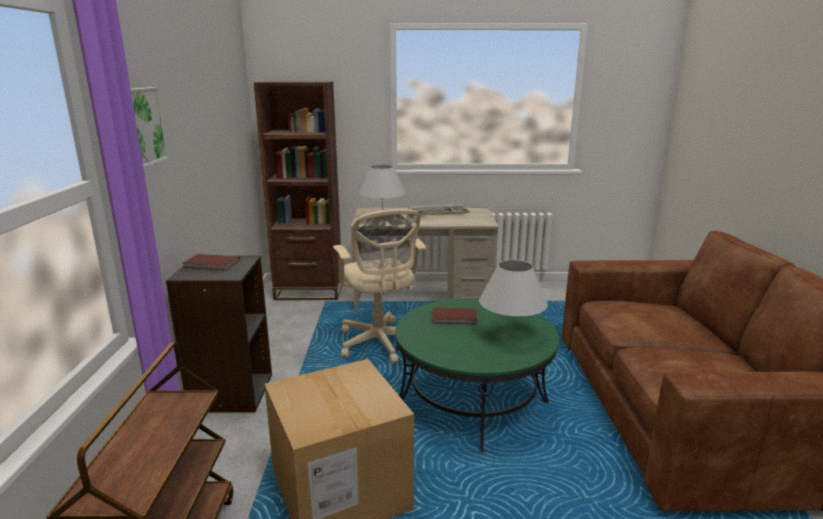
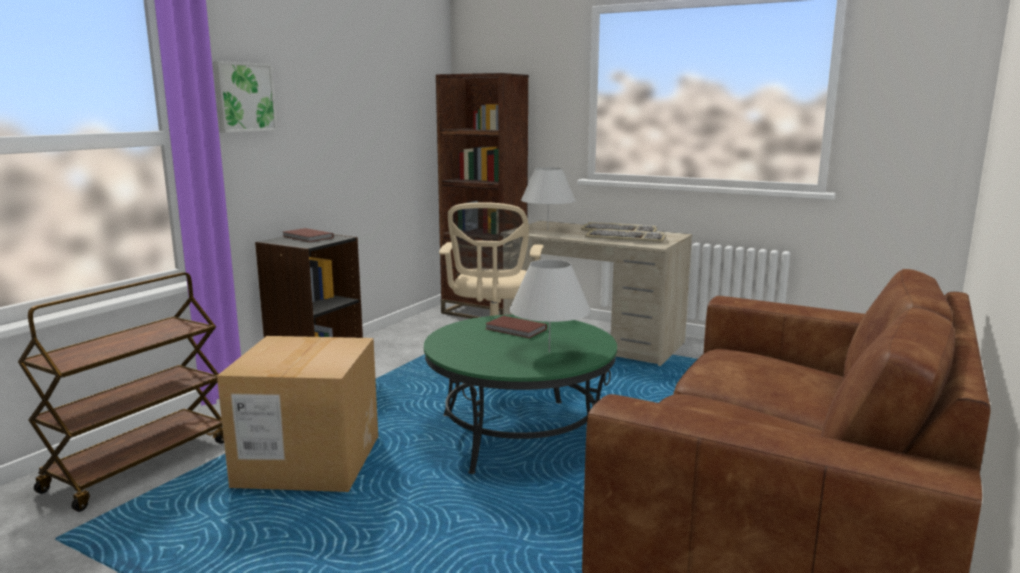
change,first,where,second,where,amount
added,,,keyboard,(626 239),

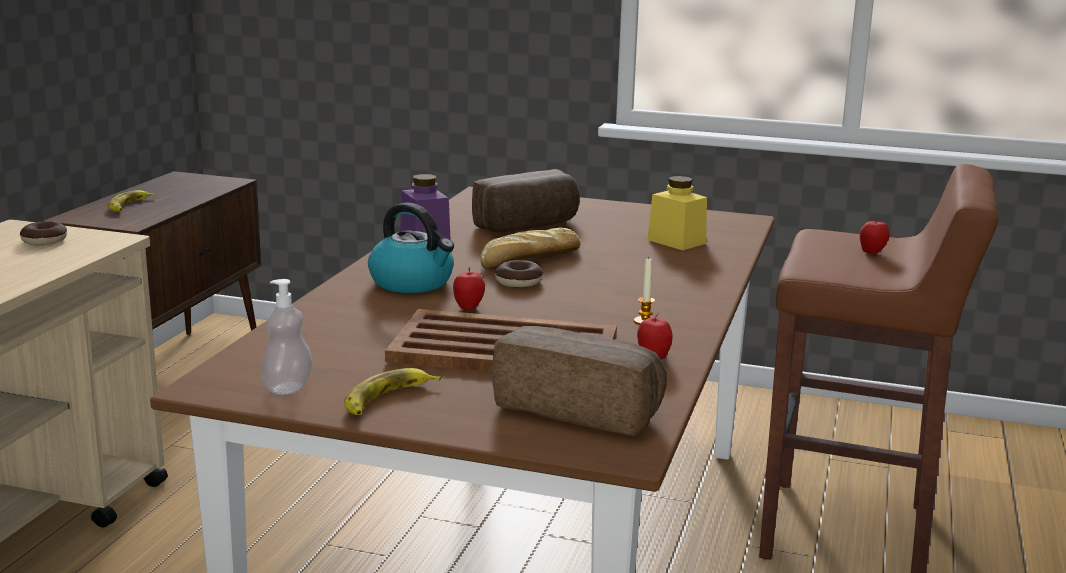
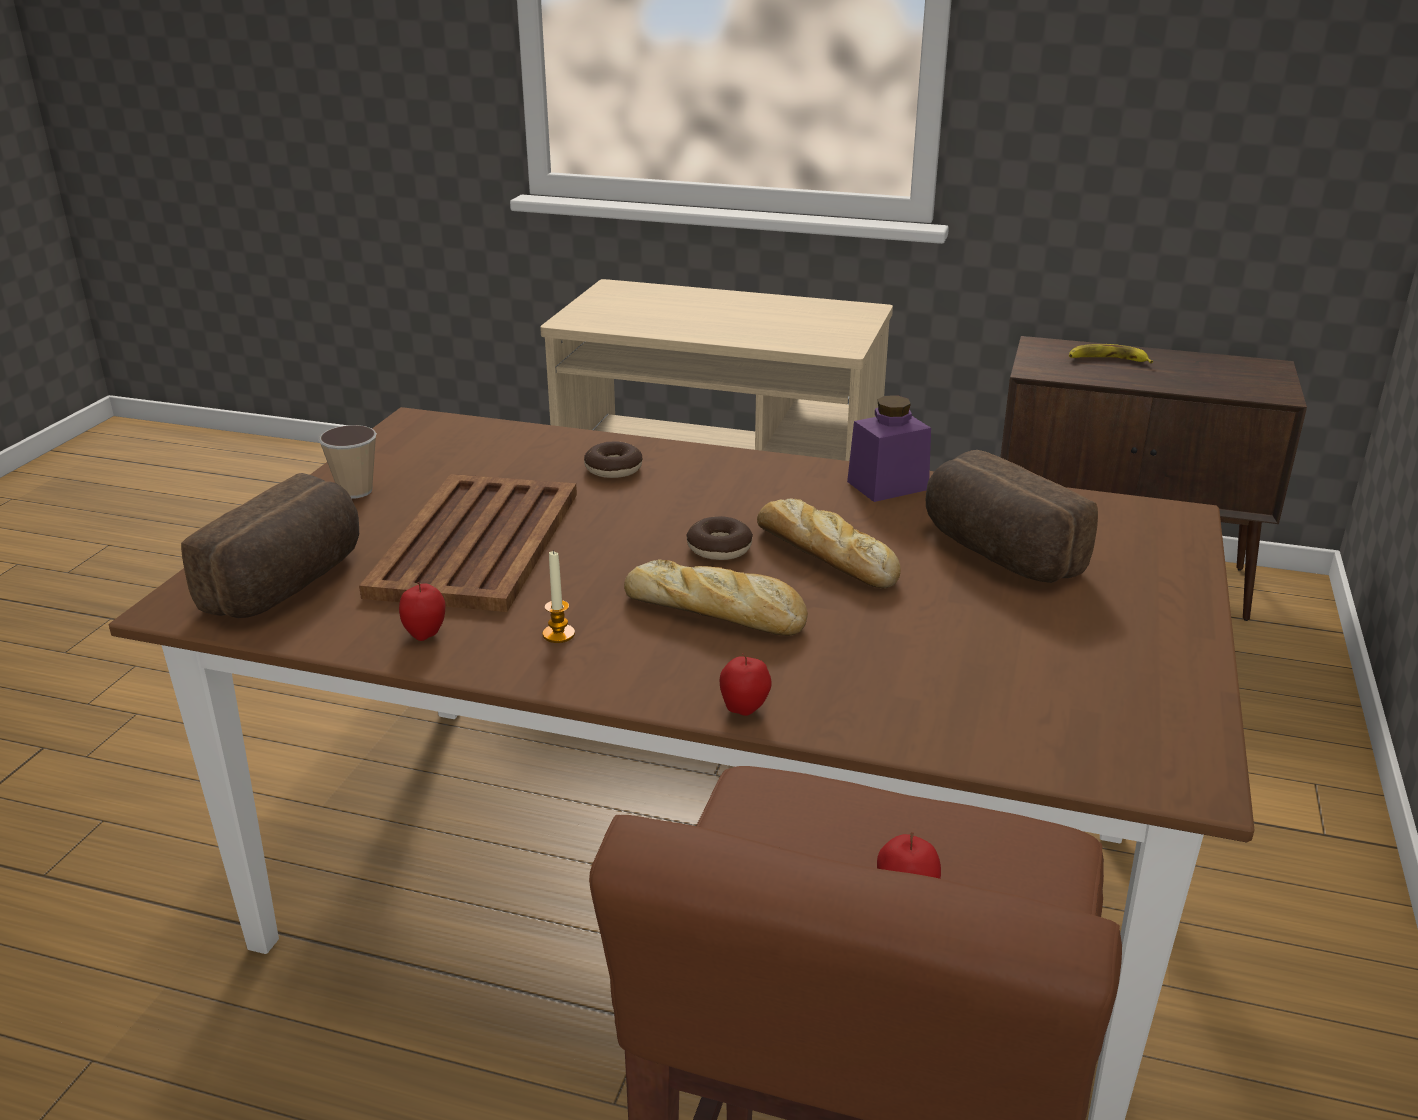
change,first,where,second,where,amount
replaced,banana,(386 399),cup,(355 491),
moved,donut,(44 240),,(613 469),
added,,,bread,(718 612),
moved,apple,(468 307),,(744 710),
removed,soap dispenser,(288 387),,,
removed,kettle,(413 282),,,
removed,yellow jar,(676 241),,,

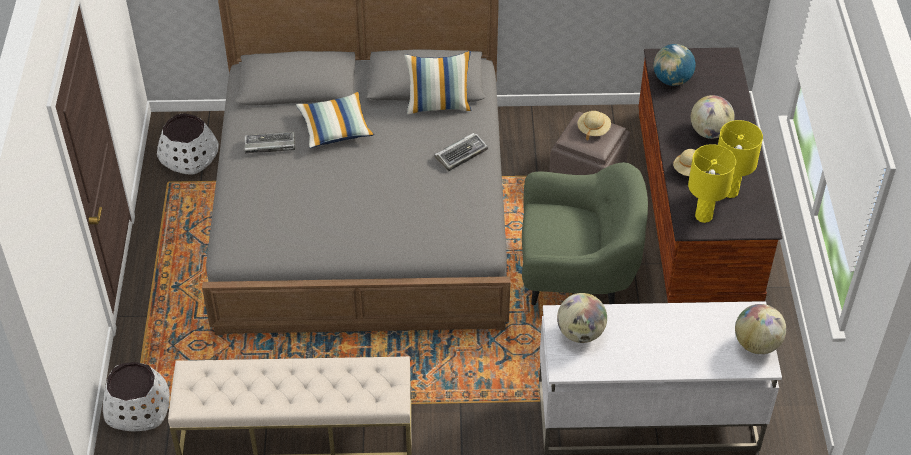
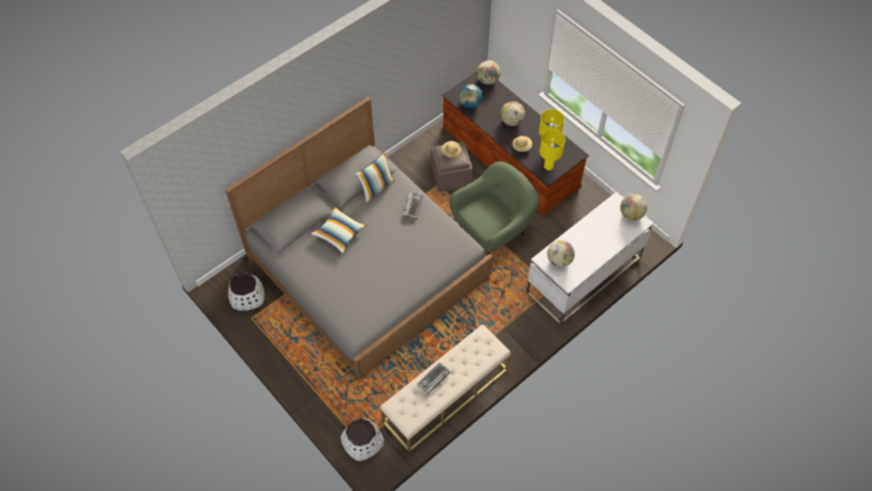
change,first,where,second,where,amount
moved,keyboard,(269 145),,(433 379),
added,,,globe,(487 80),

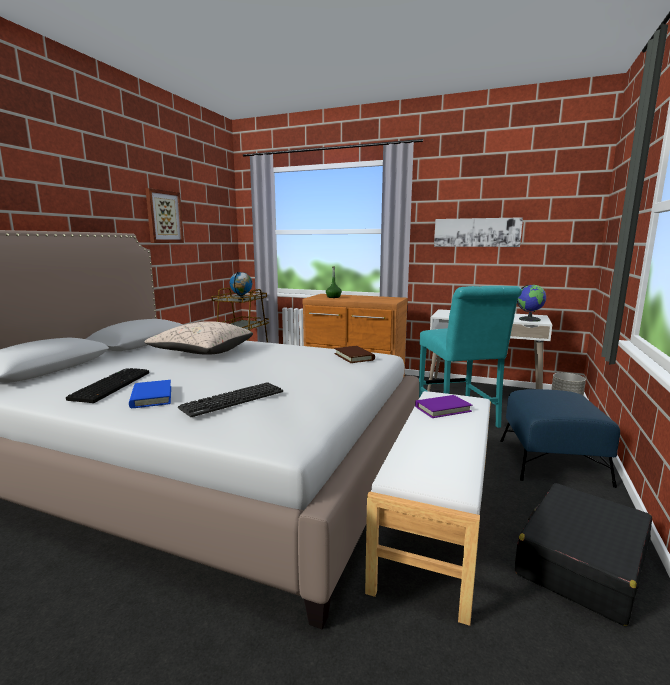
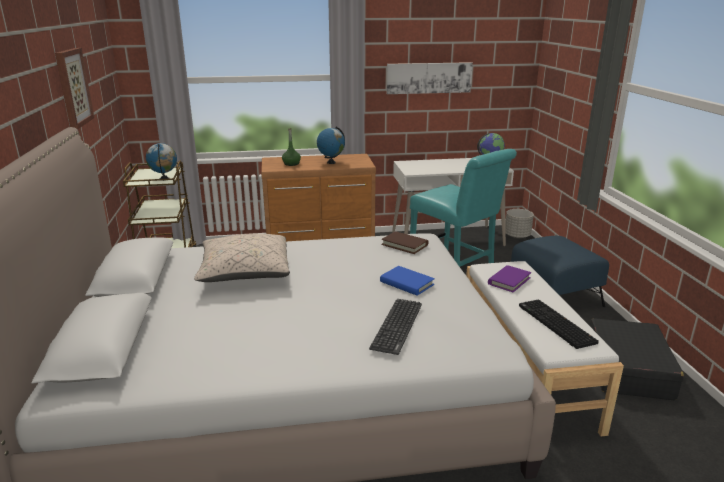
change,first,where,second,where,amount
added,,,globe,(331 162),
moved,blue book,(151 397),,(406 283),
moved,keyboard,(111 385),,(554 324),

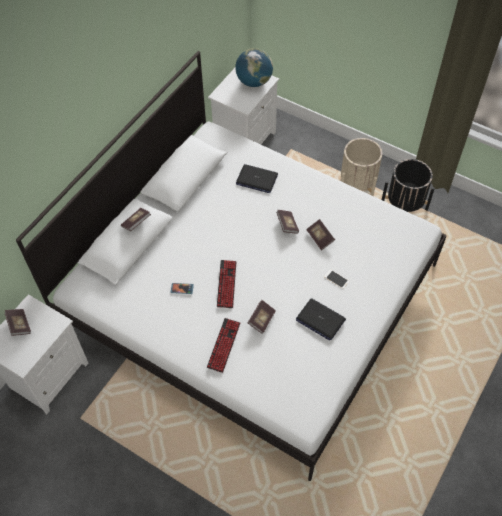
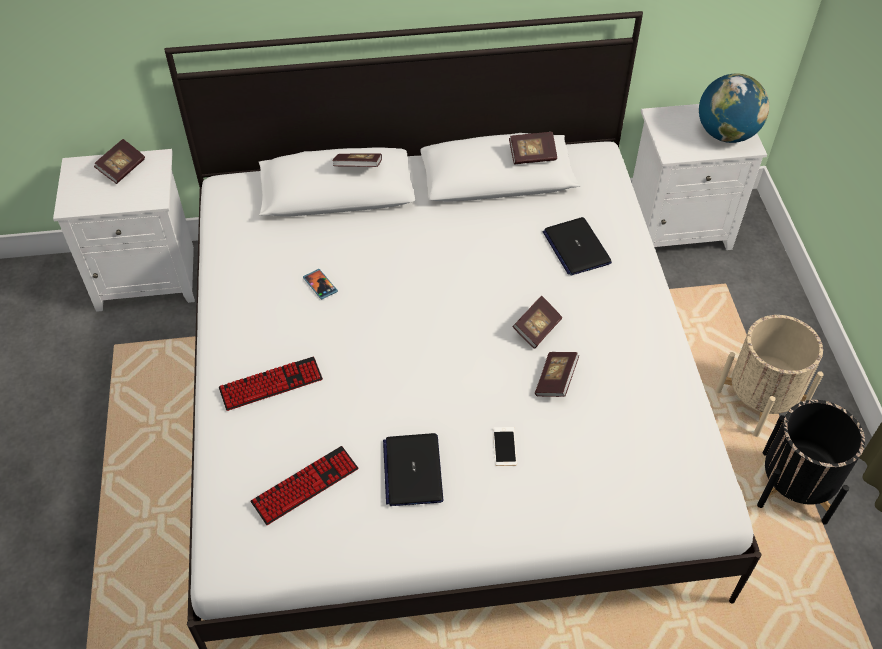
change,first,where,second,where,amount
moved,keyboard,(226 284),,(305 486),
moved,book,(261 320),,(532 156),

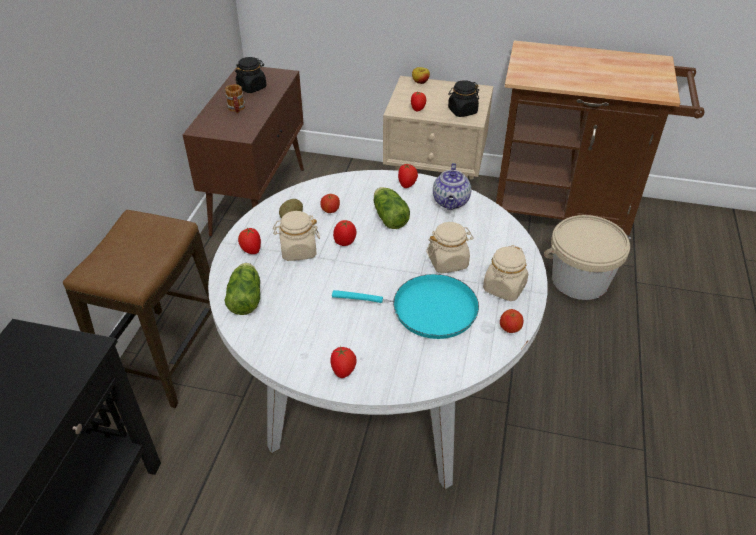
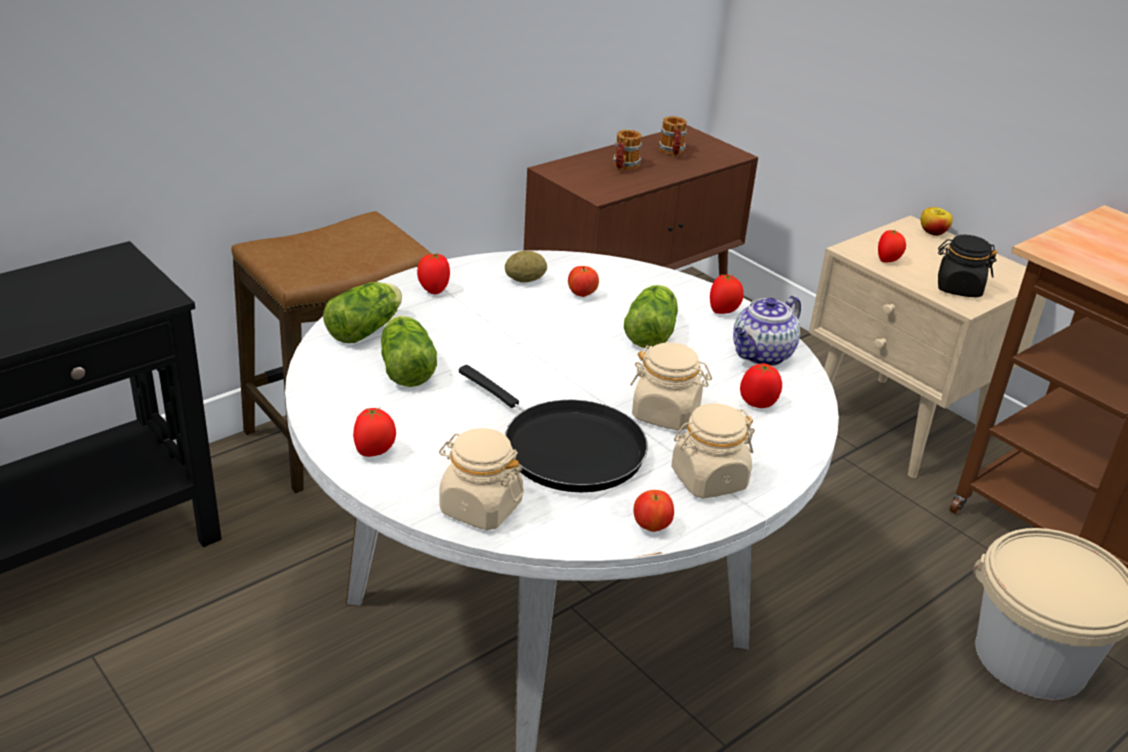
change,first,where,second,where,amount
added,,,lettuce,(406 367),
moved,beige jar,(298 250),,(480 507),
recoloured,turquoise frying pan,(427 310),black frying pan,(565 448),
replaced,black jar,(252 87),mug,(672 152),
moved,tomato,(345 242),,(758 403),

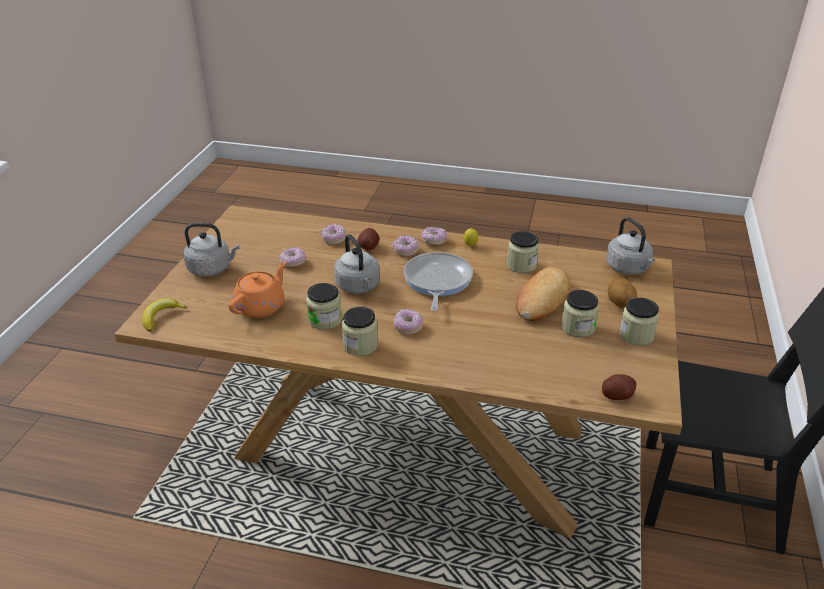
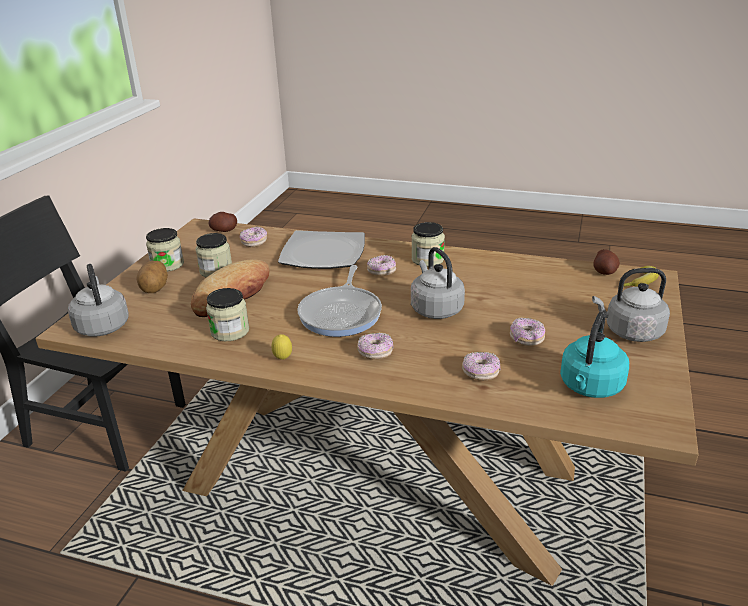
change,first,where,second,where,amount
moved,donut,(434 241),,(254 242),
added,,,plate,(322 253),
added,,,turquoise kettle,(590 387),
moved,potato,(368 246),,(604 271),
removed,orange teapot,(261 306),,,
removed,jar,(325 320),,,

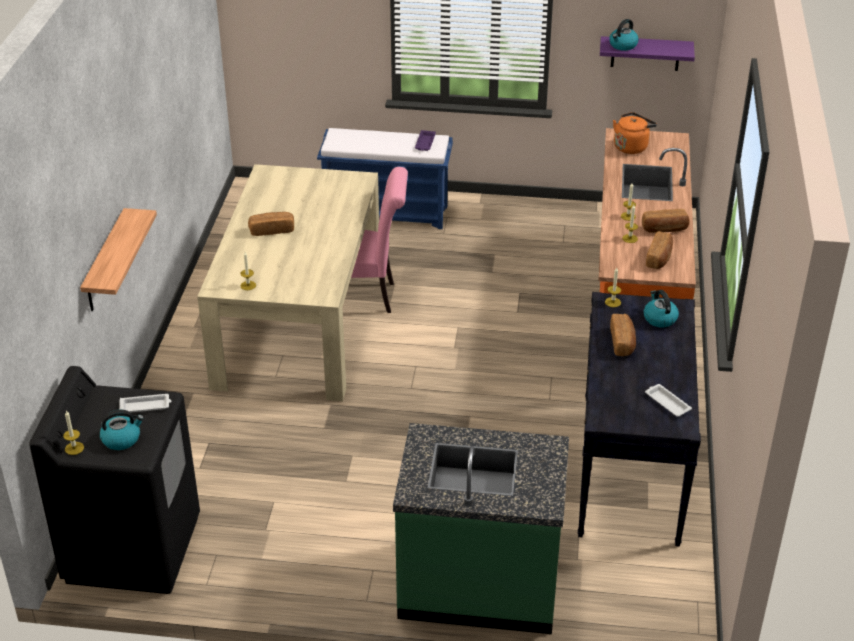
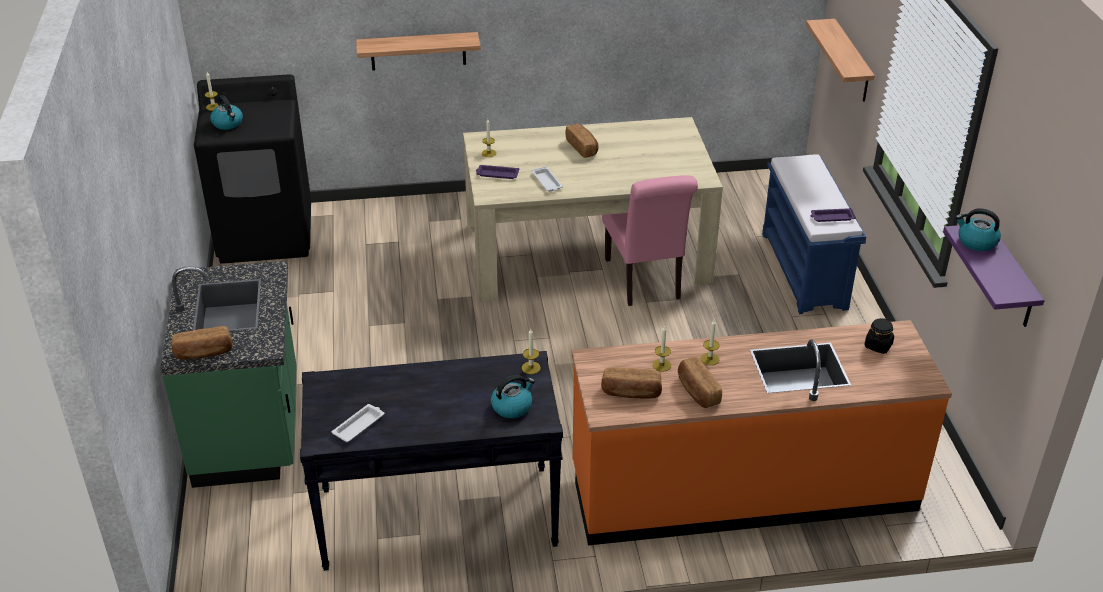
change,first,where,second,where,amount
moved,bread,(622 342),,(203 353),
added,,,purple tray,(497 174),
moved,white tray,(146 406),,(547 182),
added,,,shelf,(851 62),
replaced,orange kettle,(631 146),black jar,(878 345),

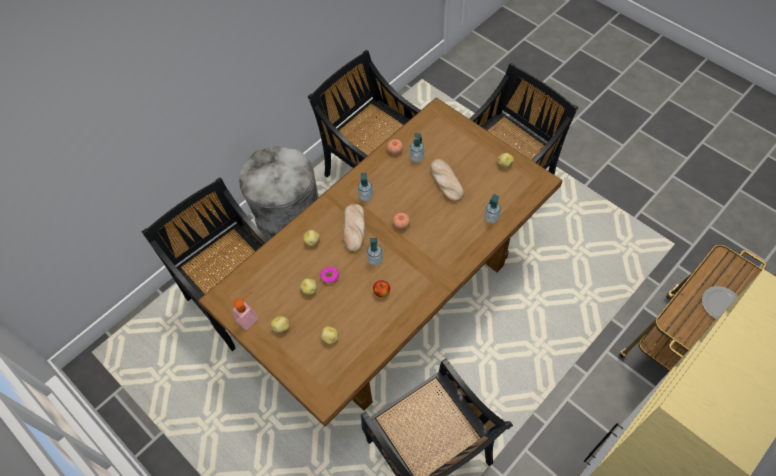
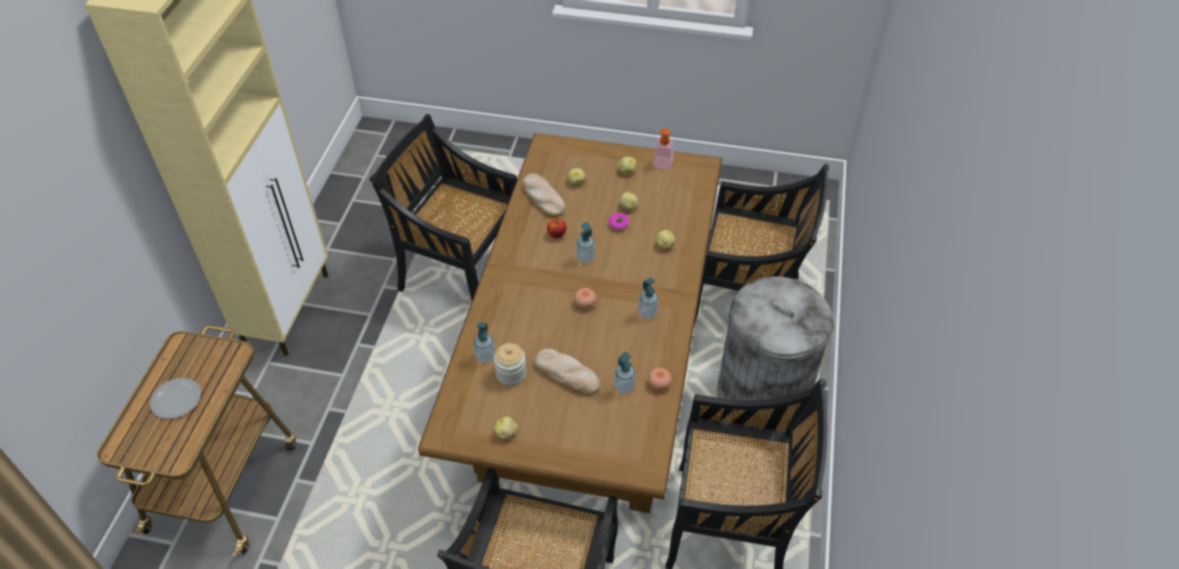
change,first,where,second,where,amount
added,,,jar,(511 374),
moved,bread,(354 229),,(542 197),

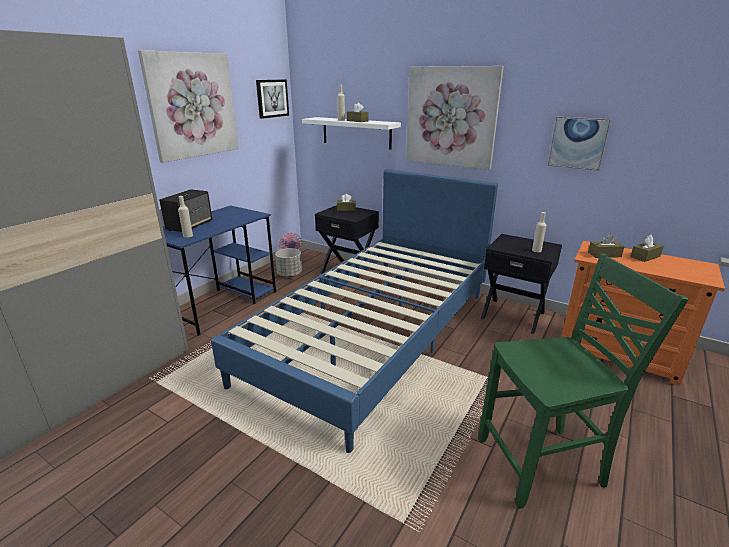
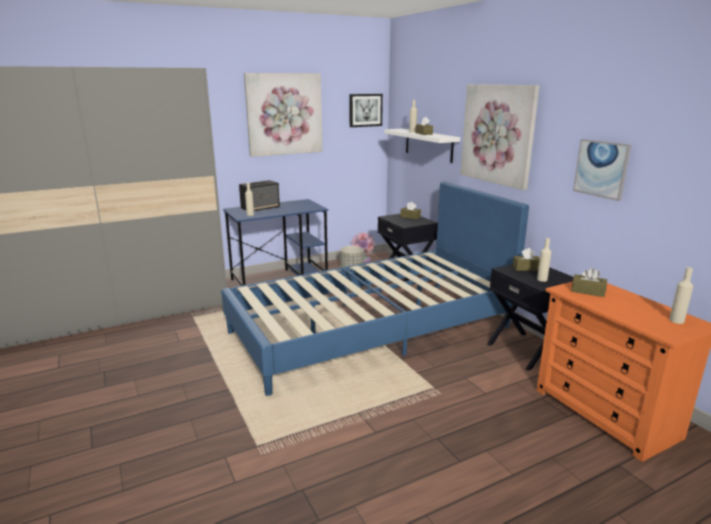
change,first,where,second,where,amount
moved,brown tissue box,(645 256),,(526 268),
added,,,beige bottle,(676 320),
removed,green chair,(542 464),,,

